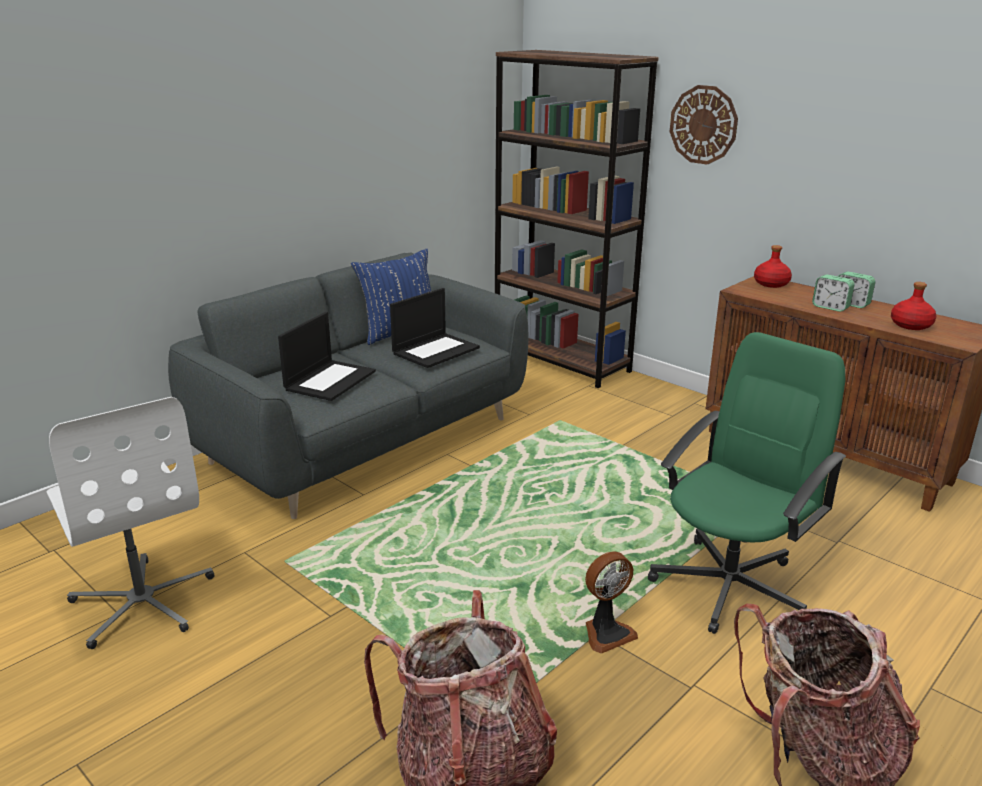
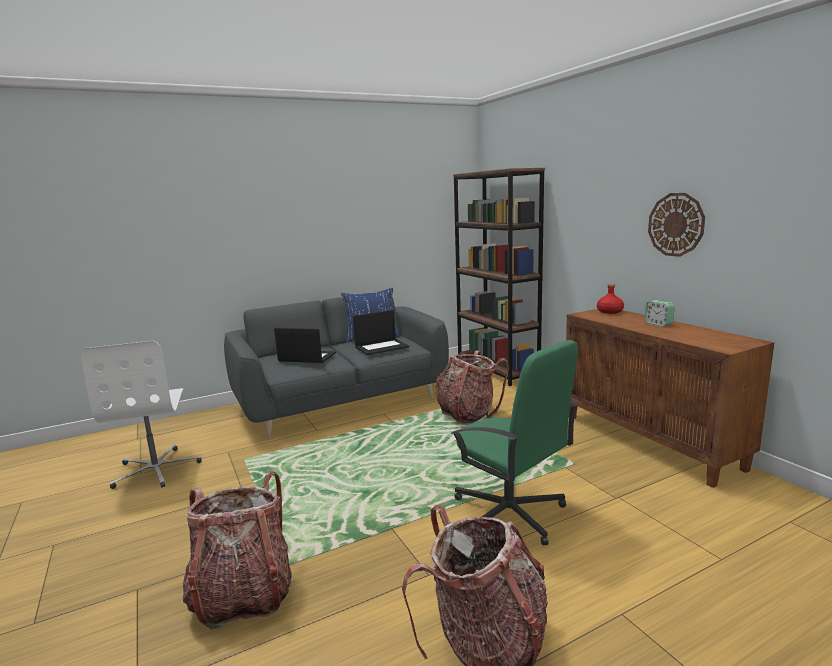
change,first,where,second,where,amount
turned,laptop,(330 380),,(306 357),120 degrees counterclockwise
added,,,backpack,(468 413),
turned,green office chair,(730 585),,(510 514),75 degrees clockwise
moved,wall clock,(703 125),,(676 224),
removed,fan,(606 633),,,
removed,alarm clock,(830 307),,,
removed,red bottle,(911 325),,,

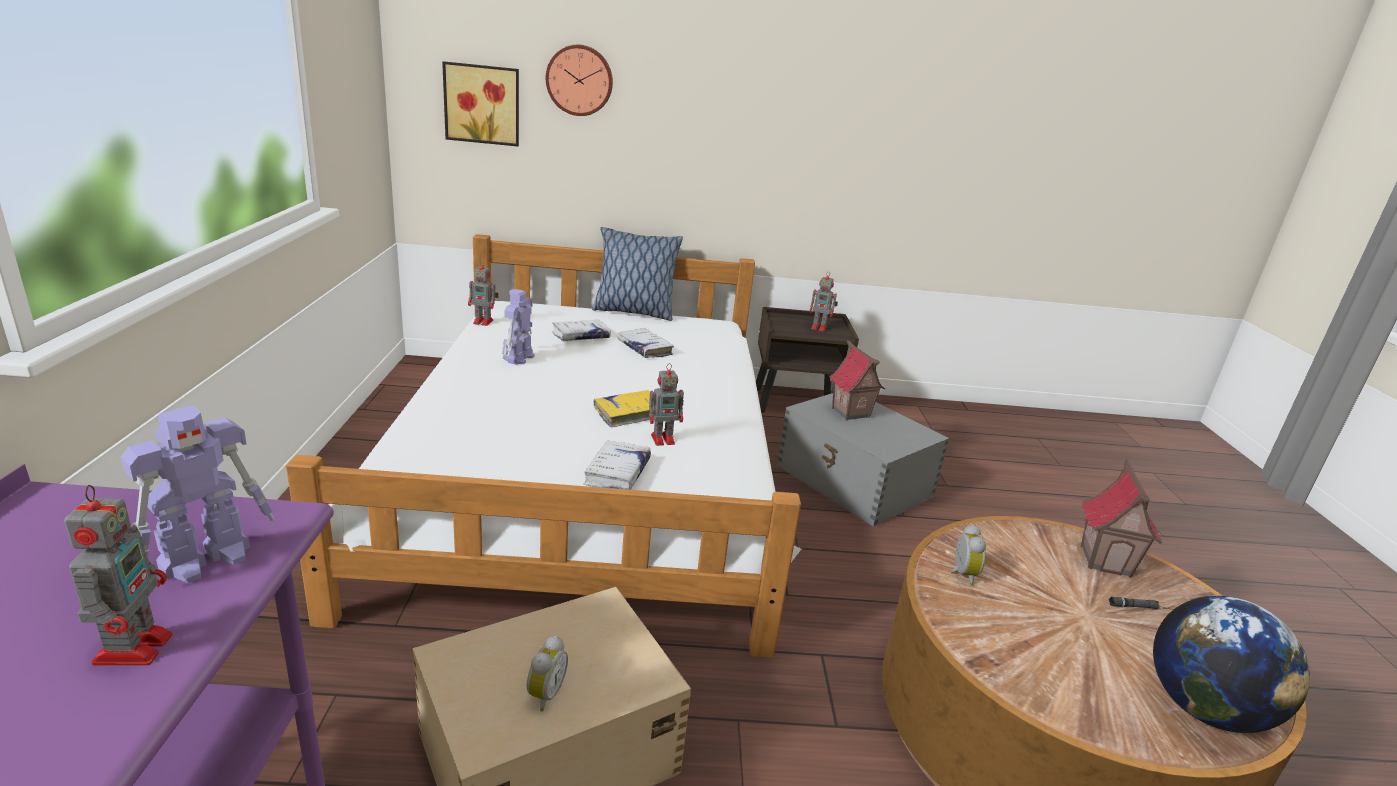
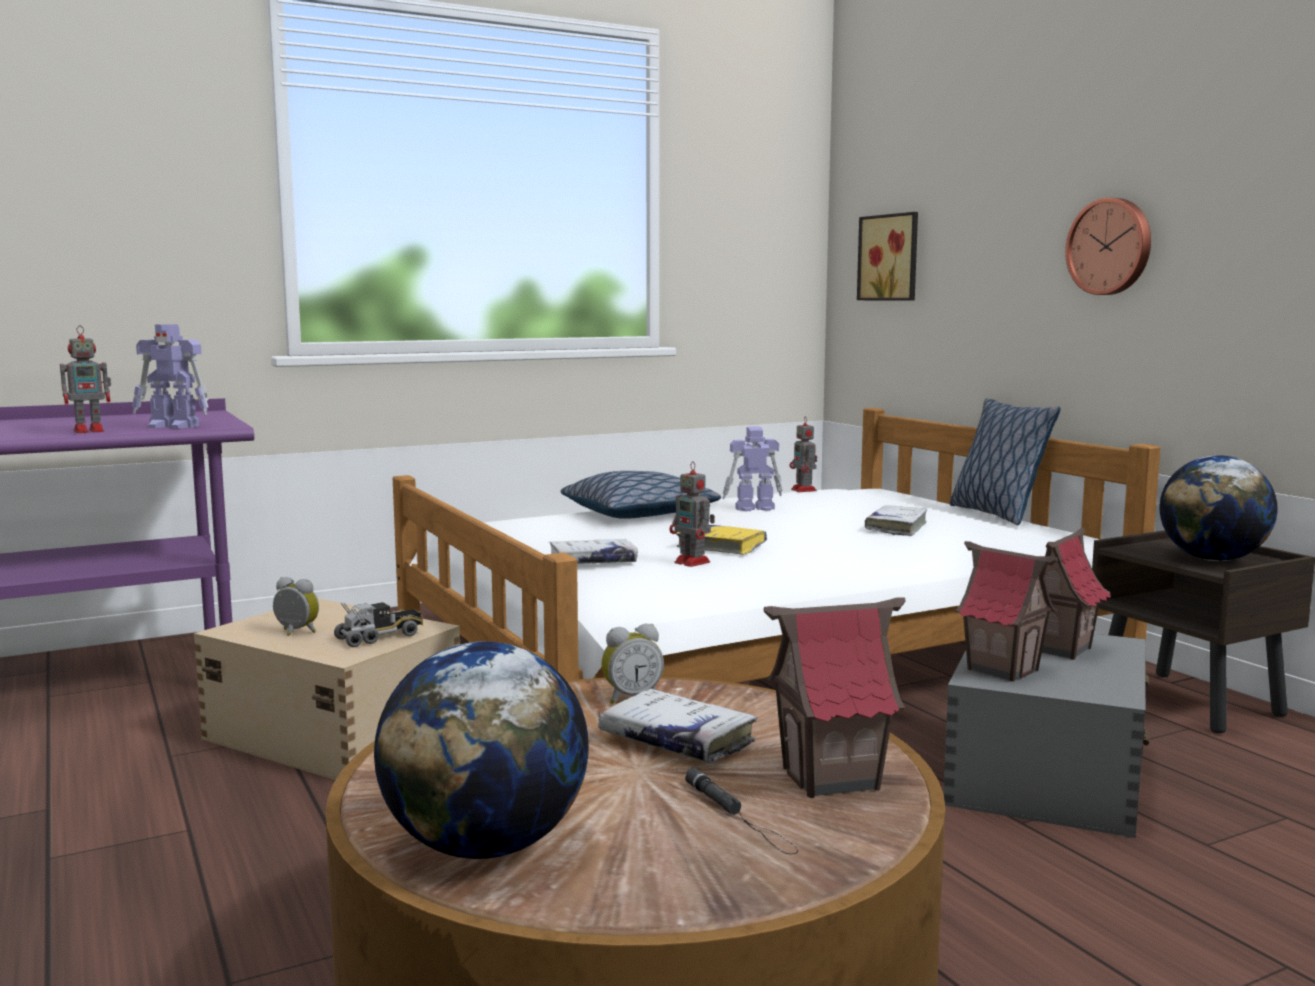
change,first,where,second,where,amount
turned,alarm clock,(544 694),,(295 633),150 degrees counterclockwise
added,,,toy truck,(380 637),
added,,,pillow,(638 514),
moved,white book,(580 336),,(677 740),
added,,,toy house,(1003 669),
moved,wall clock,(579 80),,(1111 246),
replaced,toy robot,(820 328),globe,(1213 559),

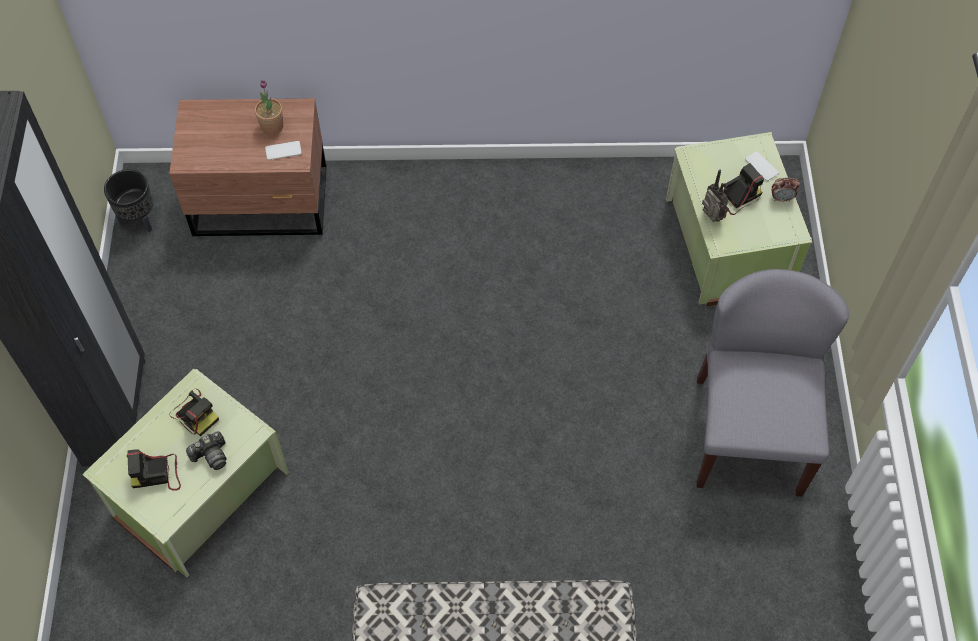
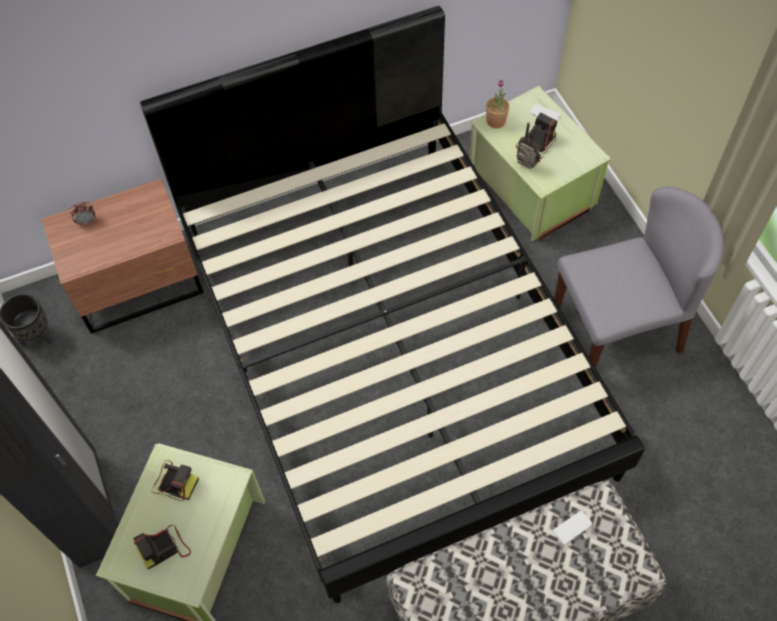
change,first,where,second,where,amount
moved,alarm clock,(781 198),,(87 221),
added,,,black bed,(390 347),
moved,potted plant,(272 126),,(496 121),
moved,phone,(283 151),,(572 527),
turned,grey chair,(748 434),,(617 328),90 degrees clockwise
removed,photo camera,(211 455),,,

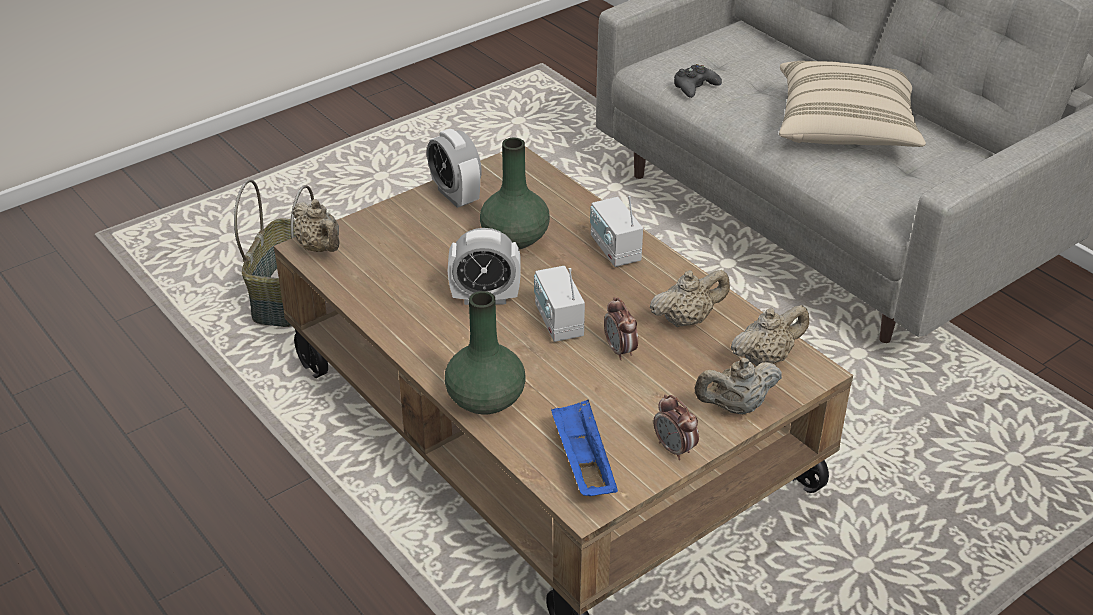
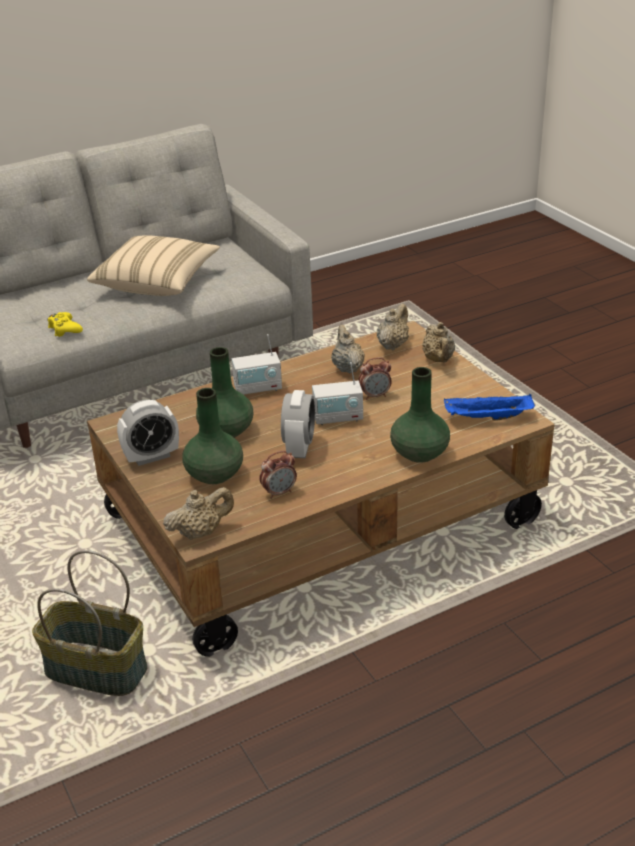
change,first,where,second,where,amount
recoloured,black game controller,(695 87),yellow game controller,(64 329),
added,,,green vase,(215 474),
moved,alarm clock,(674 449),,(279 492),
turned,beige teapot,(766 358),,(393 345),45 degrees clockwise

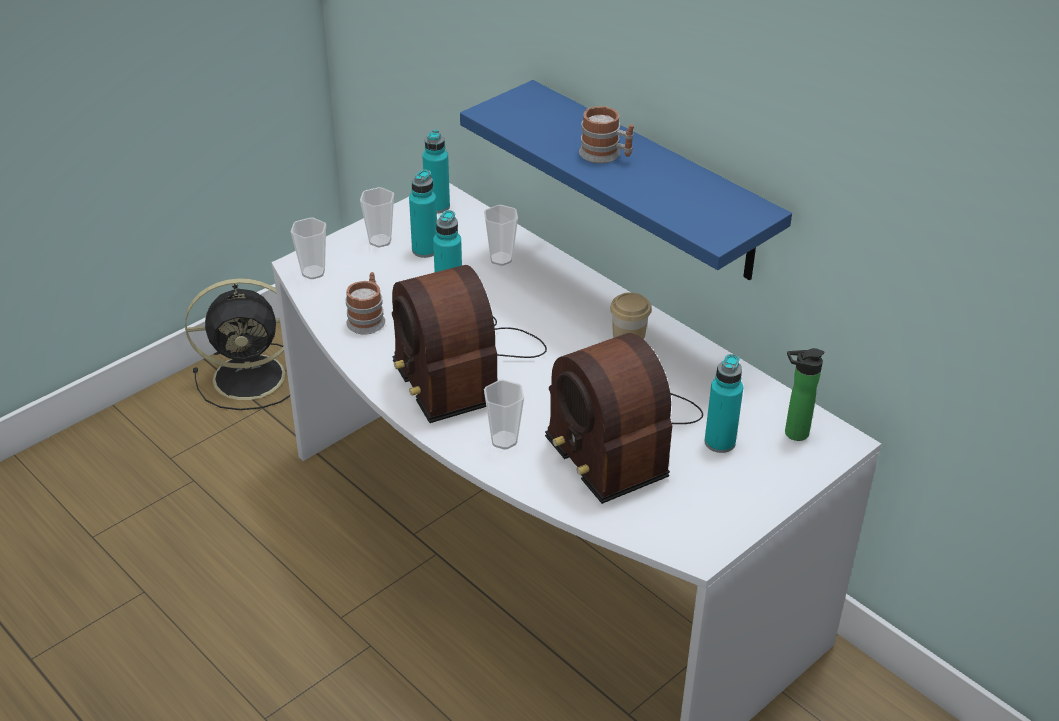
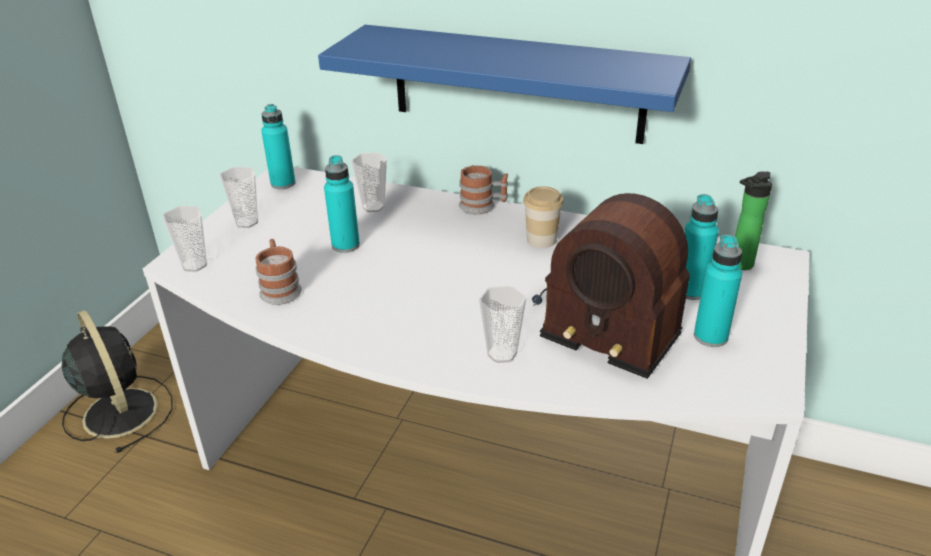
change,first,where,second,where,amount
turned,black fan,(252 376),,(119 411),90 degrees counterclockwise
moved,mug,(606 155),,(483 206),
moved,turquoise bottle,(425 250),,(710 336),
removed,radio,(463 366),,,

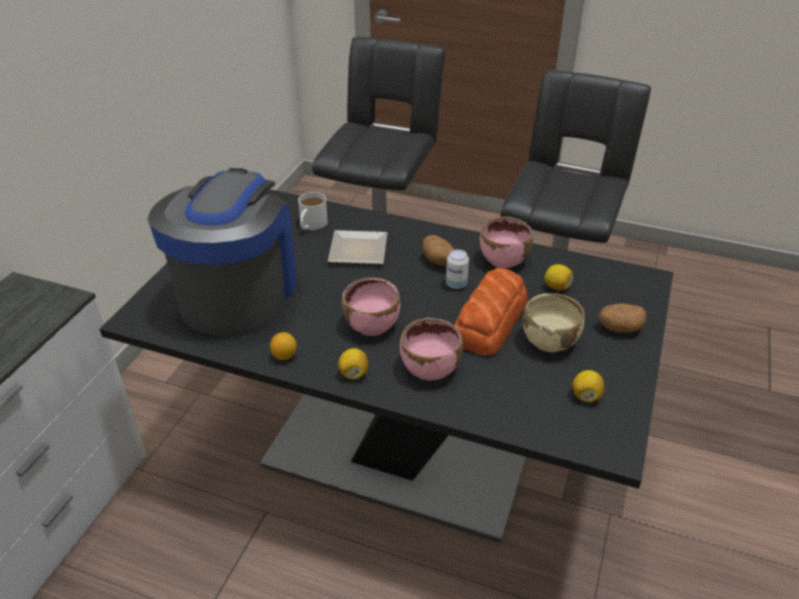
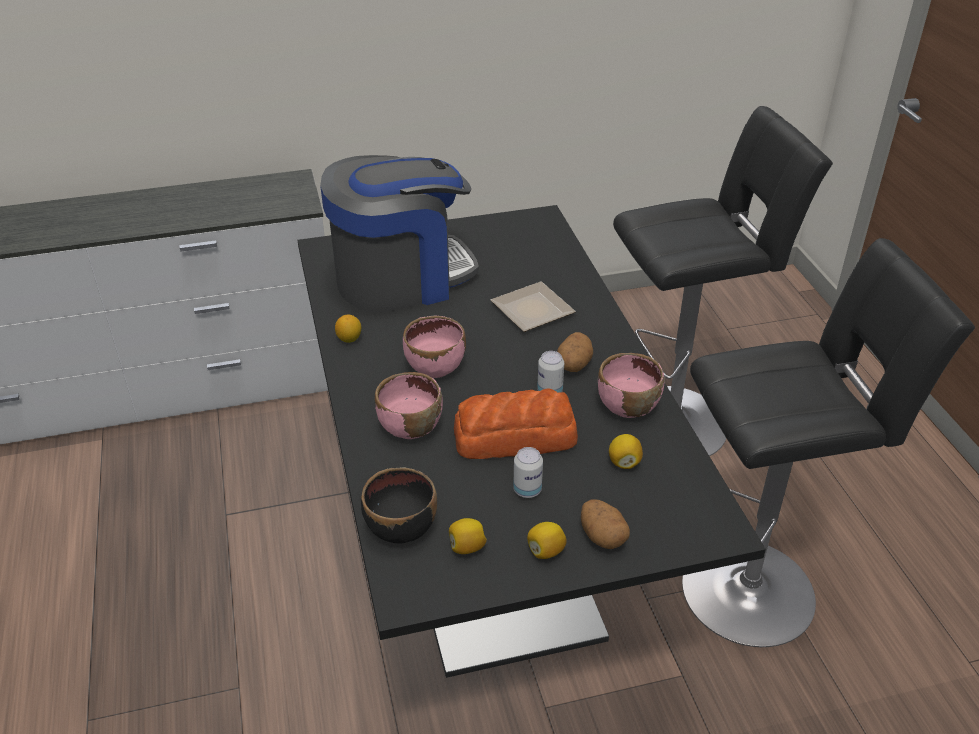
change,first,where,second,where,amount
added,,,black bowl,(401 528),
replaced,beige bowl,(549 341),can,(527 490),
moved,lemon,(353 373),,(545 551),
removed,white mug,(311 225),,,

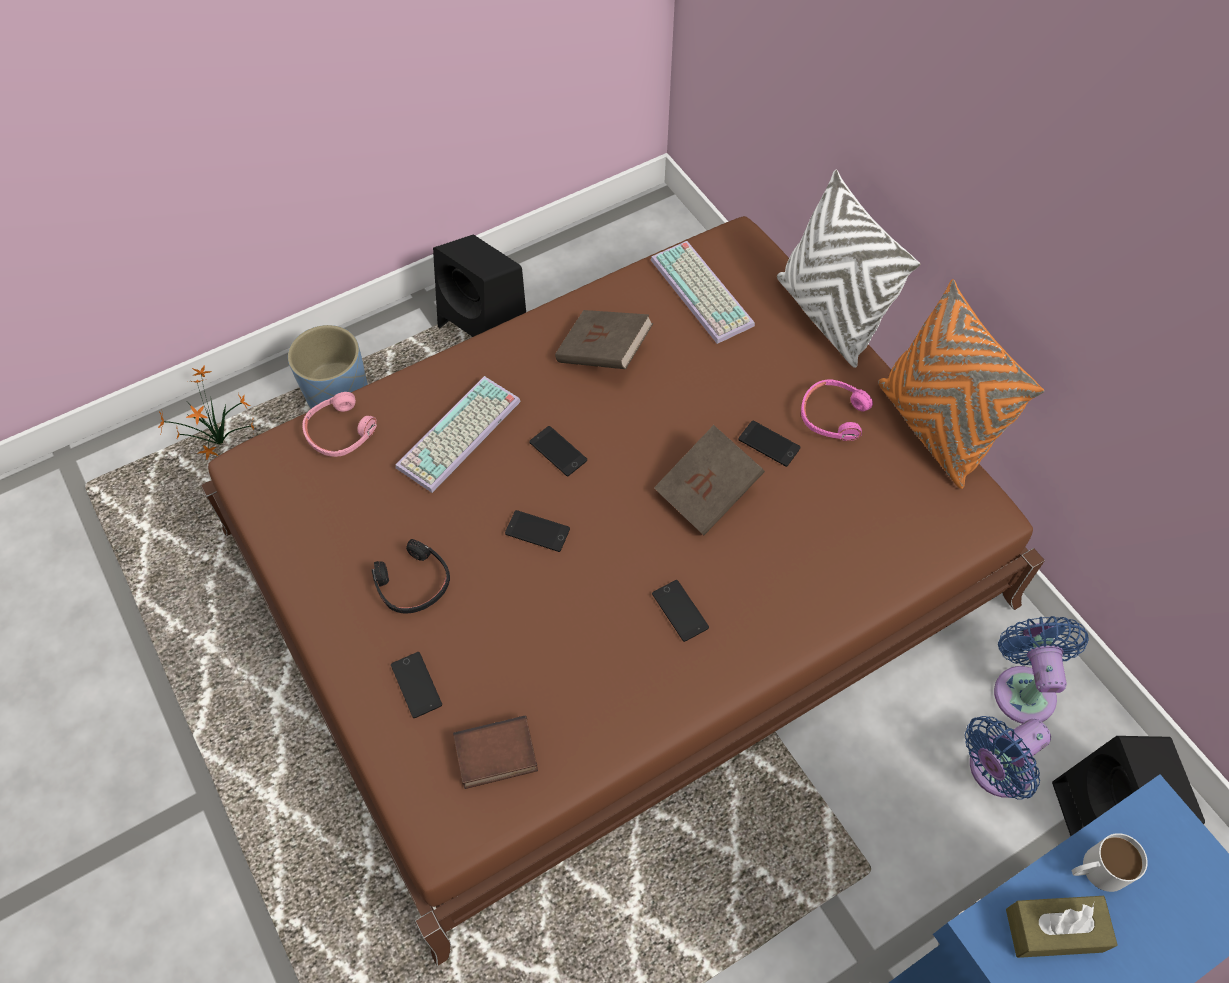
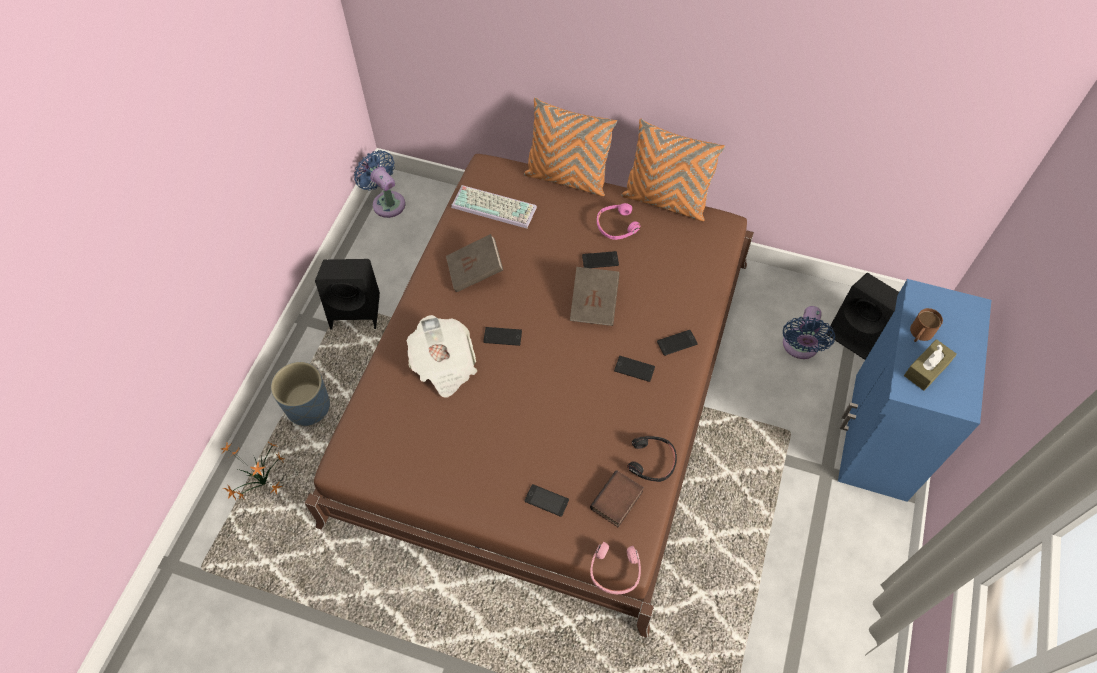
change,first,where,second,where,amount
moved,blue fan,(1023 688),,(386 202),
replaced,keyboard,(460 436),newspaper,(444 365),
recoloured,white pillow,(829 315),orange pillow,(567 178),
moved,pink headphones,(340 432),,(615 571),
moved,black headphones,(413 583),,(652 461),
moved,phone,(537 531),,(677 343),
recoloured,white mug,(1096 870),brown mug,(919 334),

